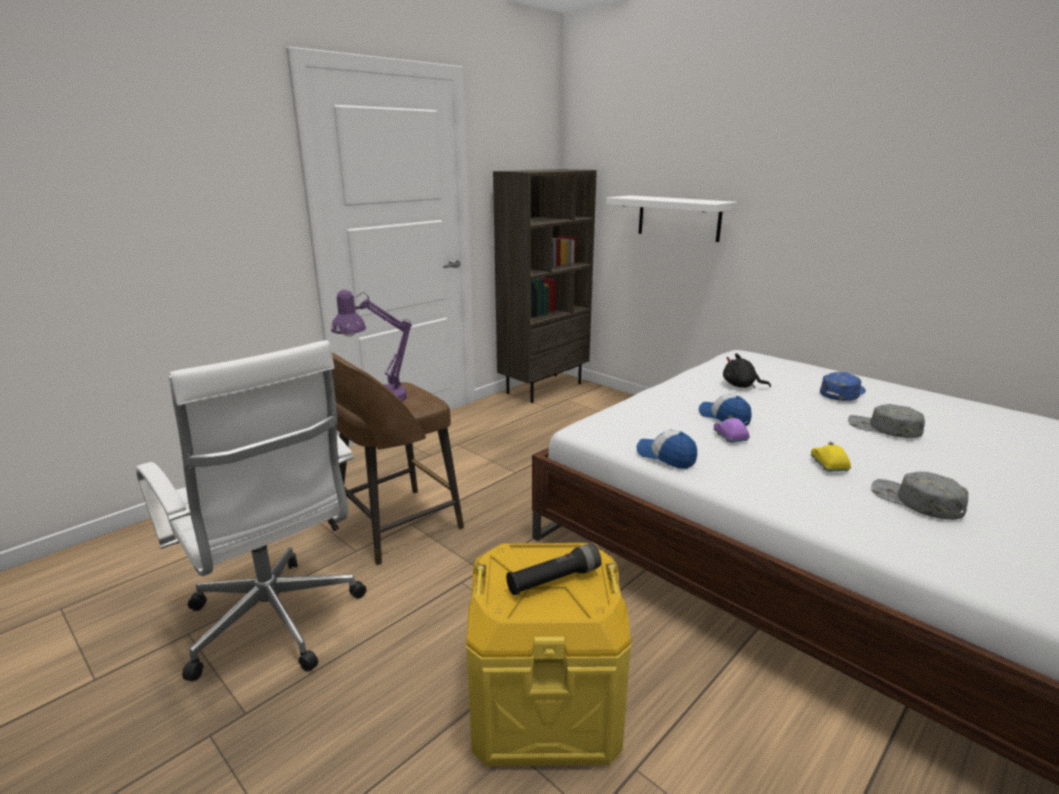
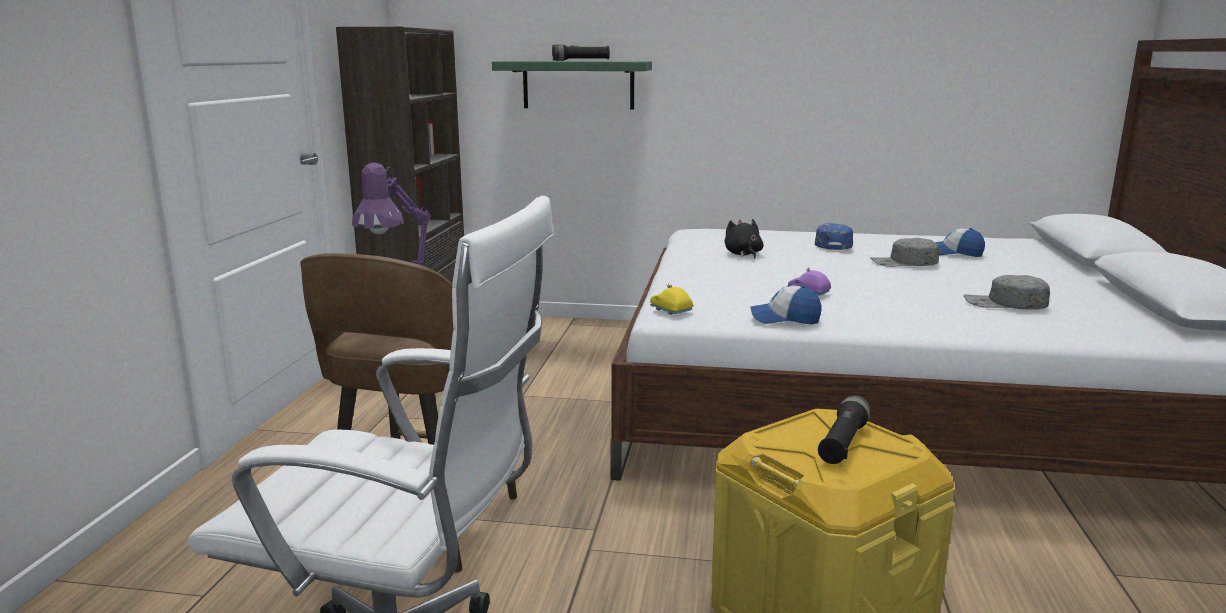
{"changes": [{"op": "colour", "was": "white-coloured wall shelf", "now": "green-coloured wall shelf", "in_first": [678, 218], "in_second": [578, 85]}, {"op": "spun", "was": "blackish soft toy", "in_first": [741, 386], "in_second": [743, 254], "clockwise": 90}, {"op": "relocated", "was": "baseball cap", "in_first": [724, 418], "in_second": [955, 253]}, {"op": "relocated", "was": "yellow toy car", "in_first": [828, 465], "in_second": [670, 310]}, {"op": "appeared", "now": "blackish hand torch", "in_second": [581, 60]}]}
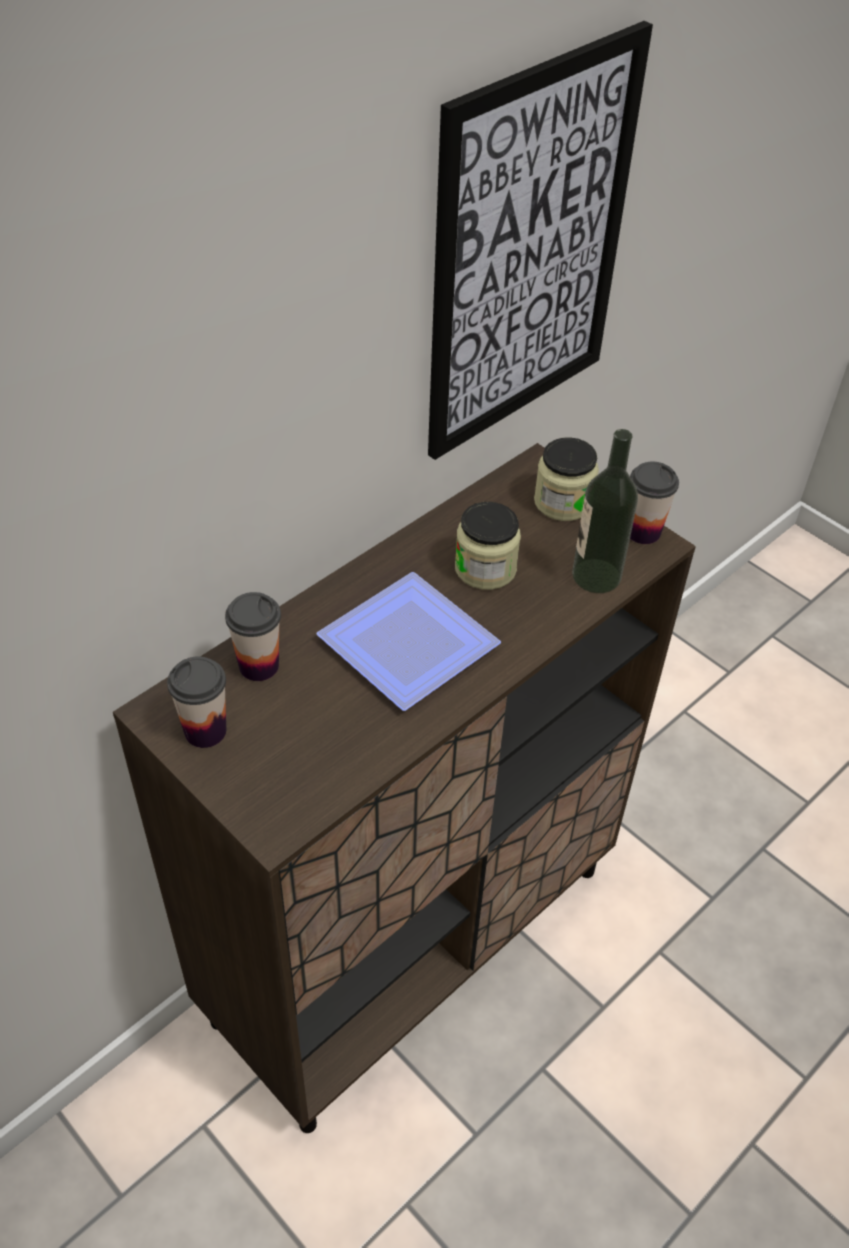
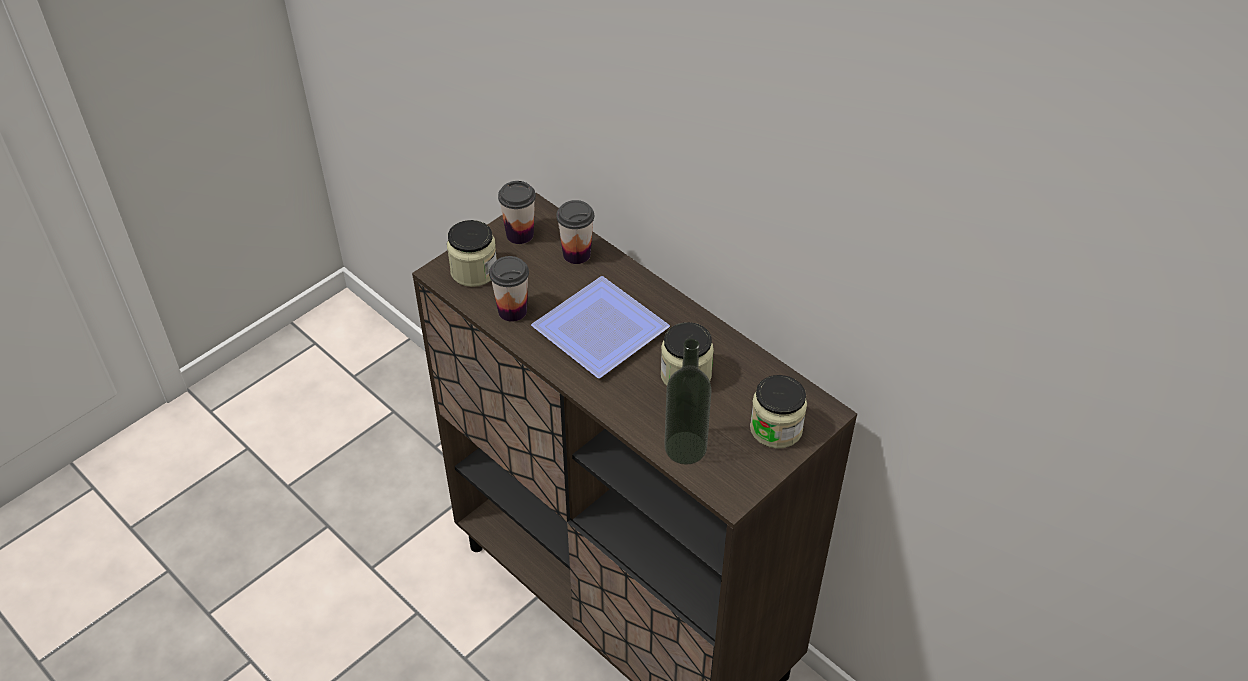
{"changes": [{"op": "missing", "was": "wall picture", "in_first": [528, 251]}, {"op": "relocated", "was": "drinking cup", "in_first": [643, 531], "in_second": [512, 311]}, {"op": "appeared", "now": "jar", "in_second": [474, 271]}]}
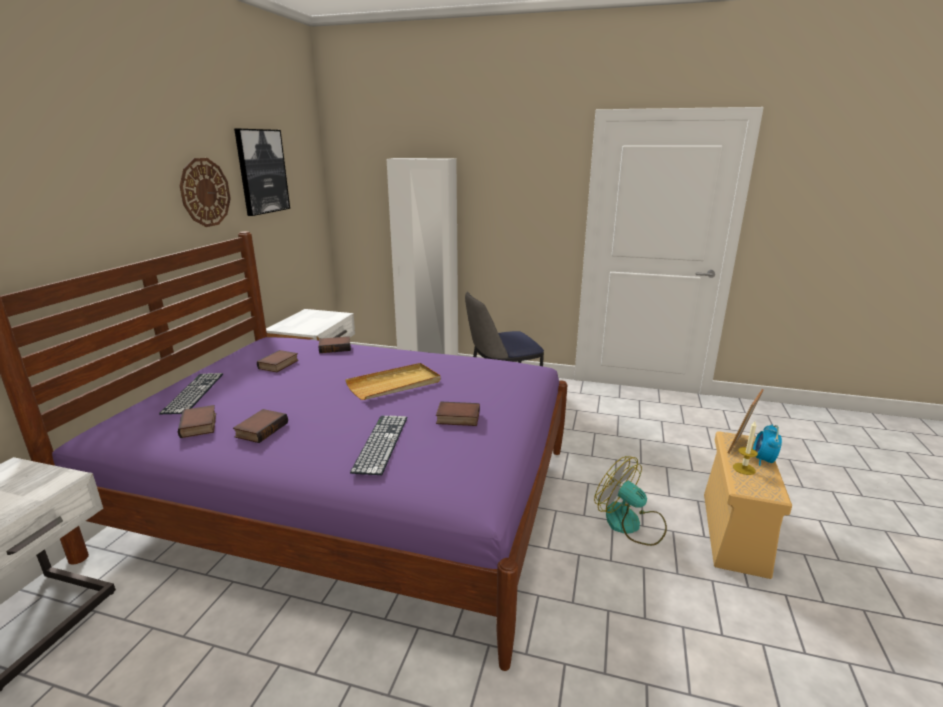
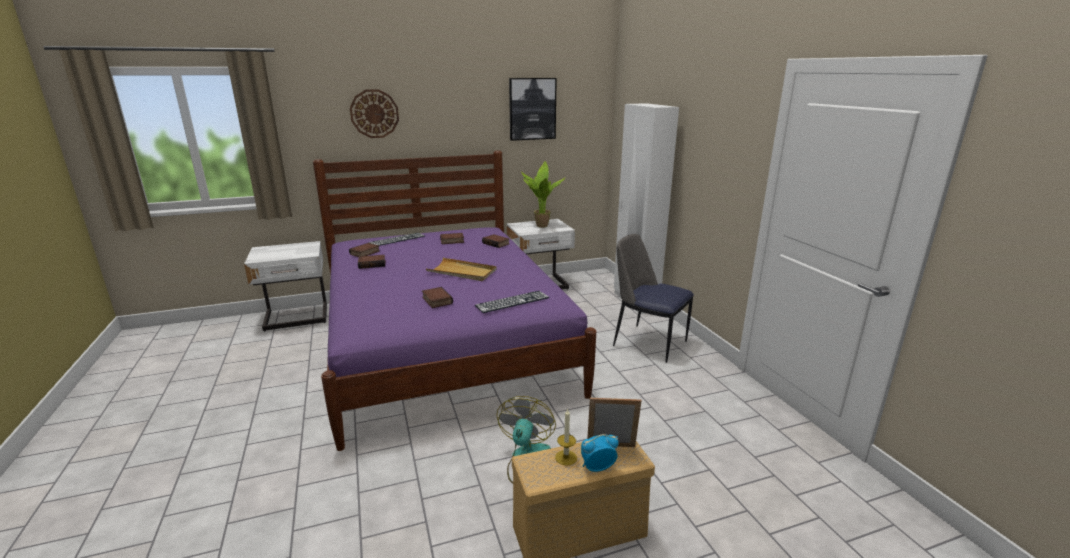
{"changes": [{"op": "relocated", "was": "clock on the wall", "in_first": [205, 192], "in_second": [374, 114]}, {"op": "relocated", "was": "keyboard", "in_first": [381, 443], "in_second": [512, 301]}, {"op": "appeared", "now": "plant in a pot", "in_second": [540, 226]}]}
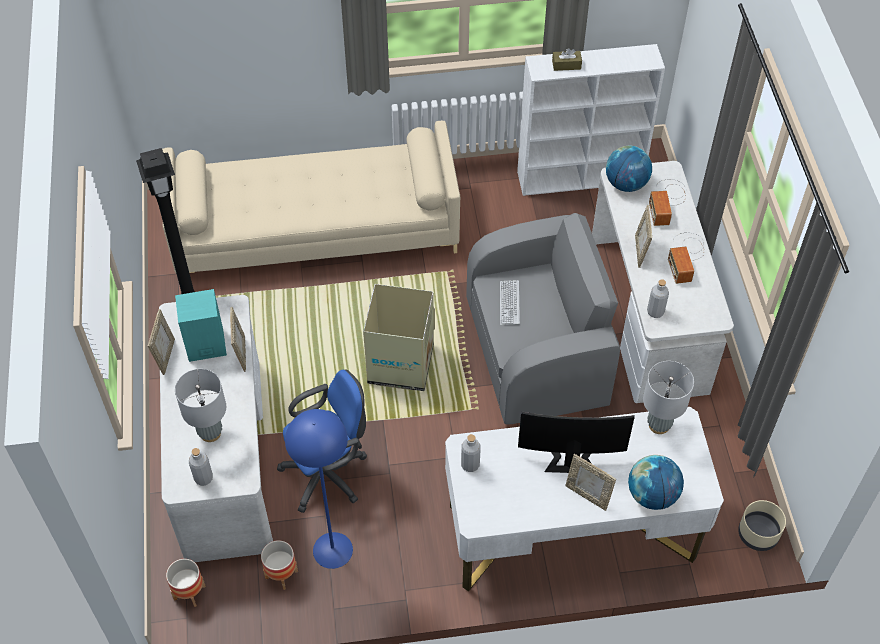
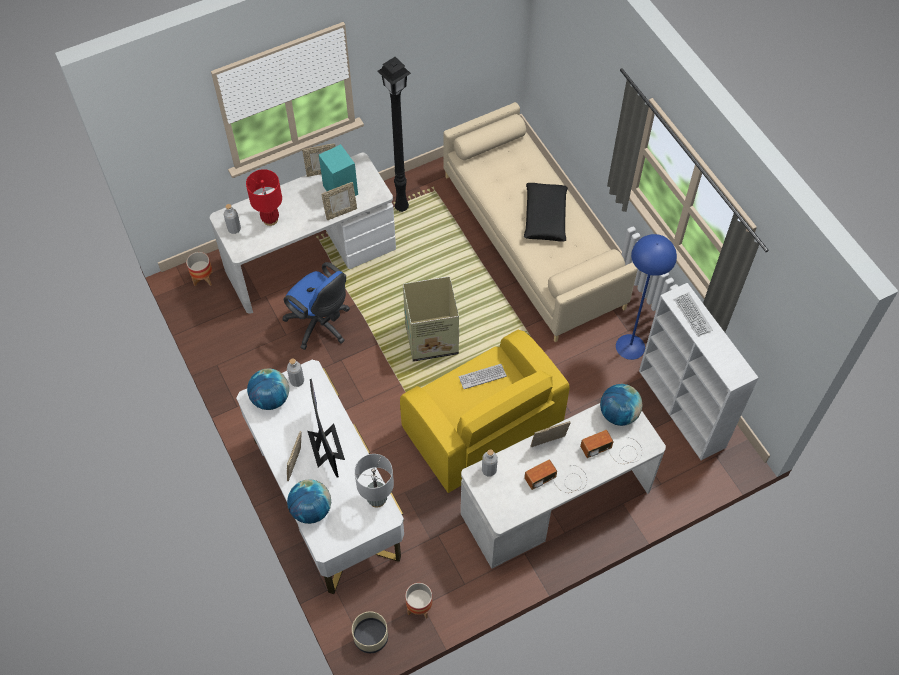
{"changes": [{"op": "exchanged", "was": "brownish tissue box", "now": "keyboard", "in_first": [566, 65], "in_second": [692, 315]}, {"op": "colour", "was": "grey armchair", "now": "yellow armchair", "in_first": [537, 352], "in_second": [481, 428]}, {"op": "colour", "was": "grey tabletop lamp", "now": "red-coloured tabletop lamp", "in_first": [210, 432], "in_second": [270, 219]}, {"op": "relocated", "was": "blue standard lamp", "in_first": [332, 550], "in_second": [630, 346]}, {"op": "relocated", "was": "planter", "in_first": [281, 574], "in_second": [419, 607]}, {"op": "appeared", "now": "blackish throw pillow", "in_second": [545, 217]}, {"op": "appeared", "now": "desk globe", "in_second": [271, 399]}]}
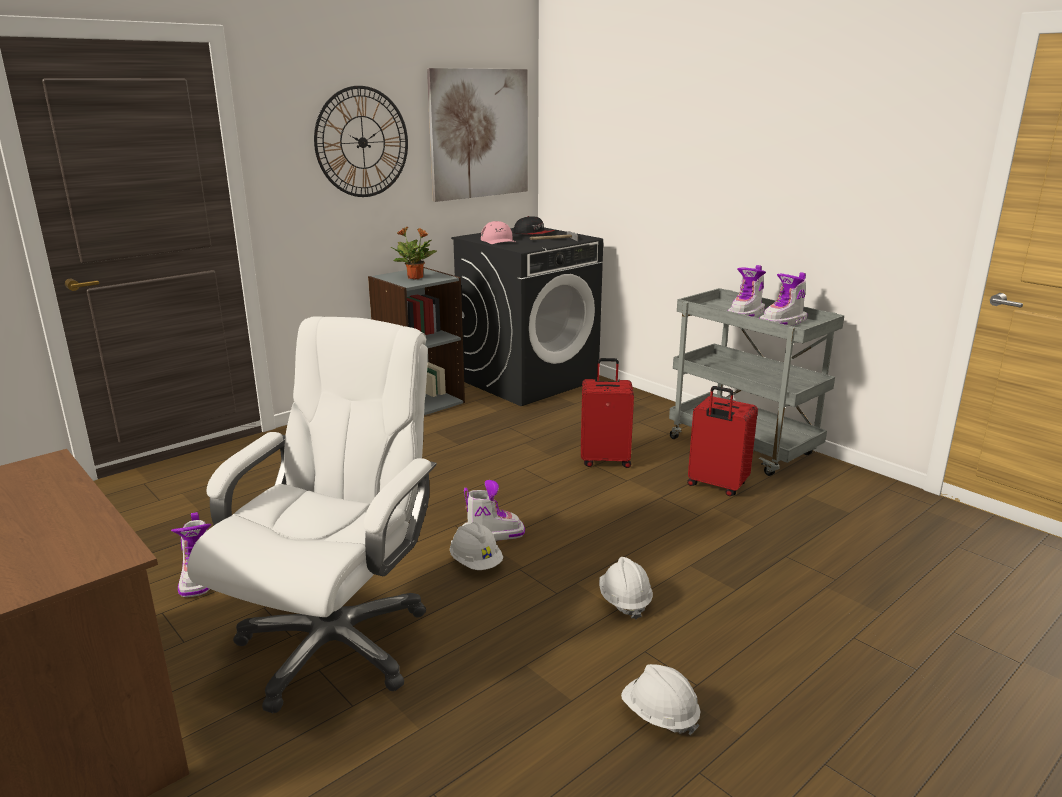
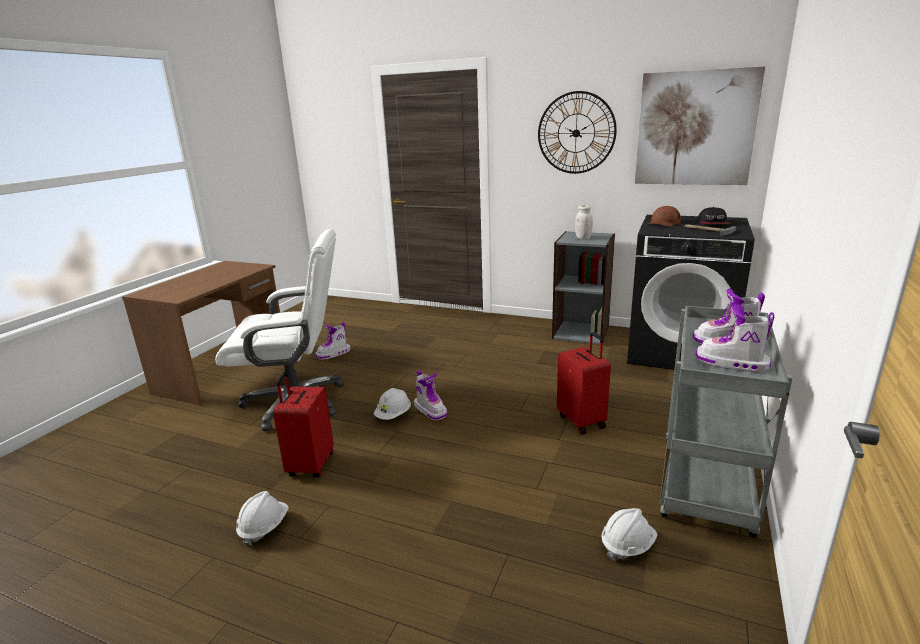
{"changes": [{"op": "colour", "was": "pinkish baseball cap", "now": "brownish baseball cap", "in_first": [498, 240], "in_second": [663, 223]}, {"op": "exchanged", "was": "plant in a pot", "now": "white-coloured jar", "in_first": [416, 278], "in_second": [583, 238]}, {"op": "relocated", "was": "red-coloured travel case", "in_first": [716, 486], "in_second": [310, 465]}, {"op": "relocated", "was": "white-coloured safety helmet", "in_first": [624, 601], "in_second": [627, 545]}]}
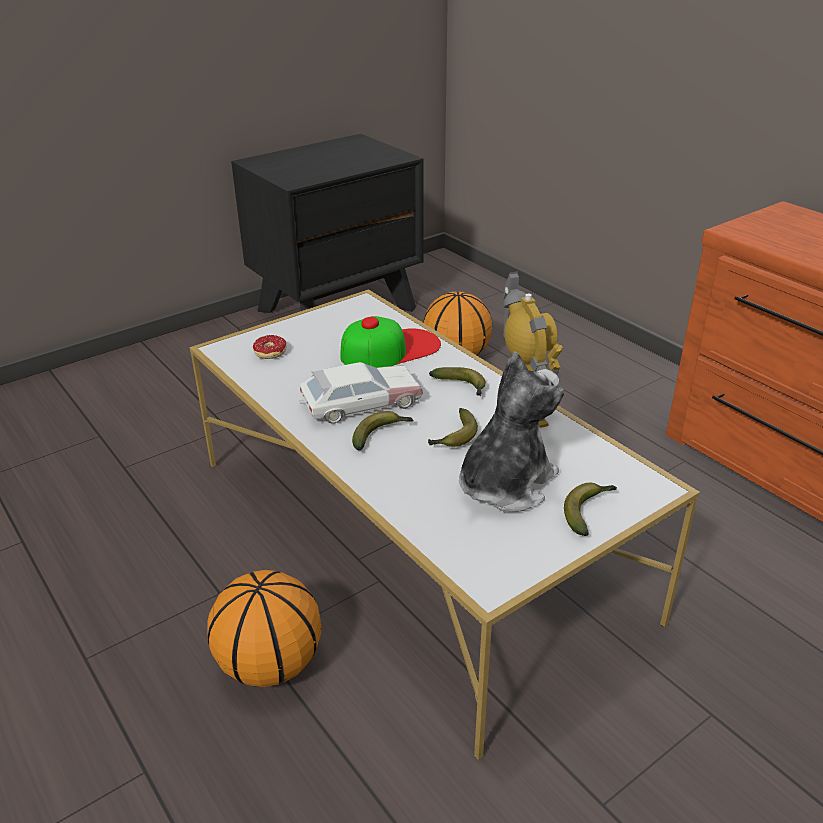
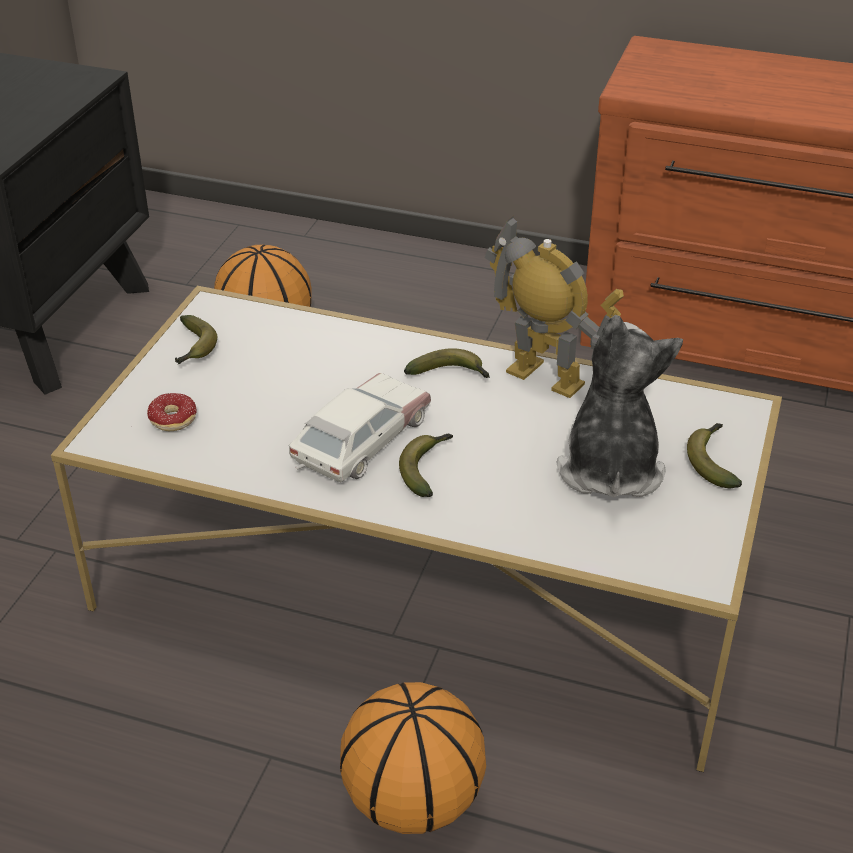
{"changes": [{"op": "missing", "was": "baseball cap", "in_first": [390, 349]}, {"op": "relocated", "was": "whole banana", "in_first": [454, 437], "in_second": [194, 348]}]}
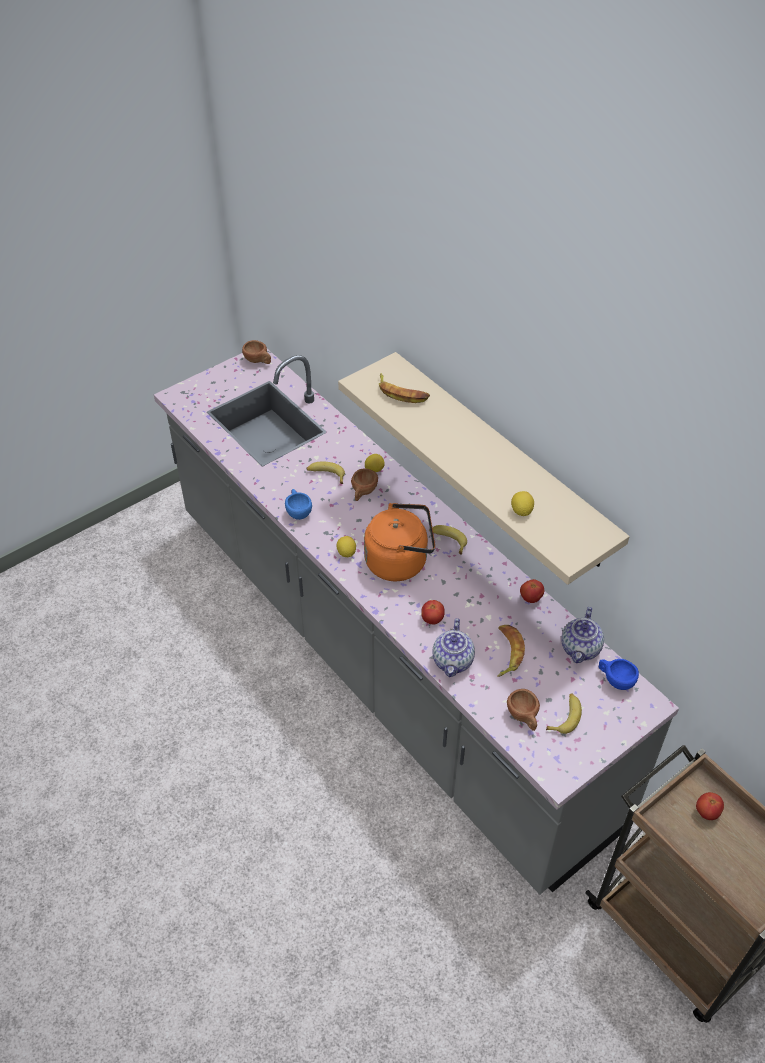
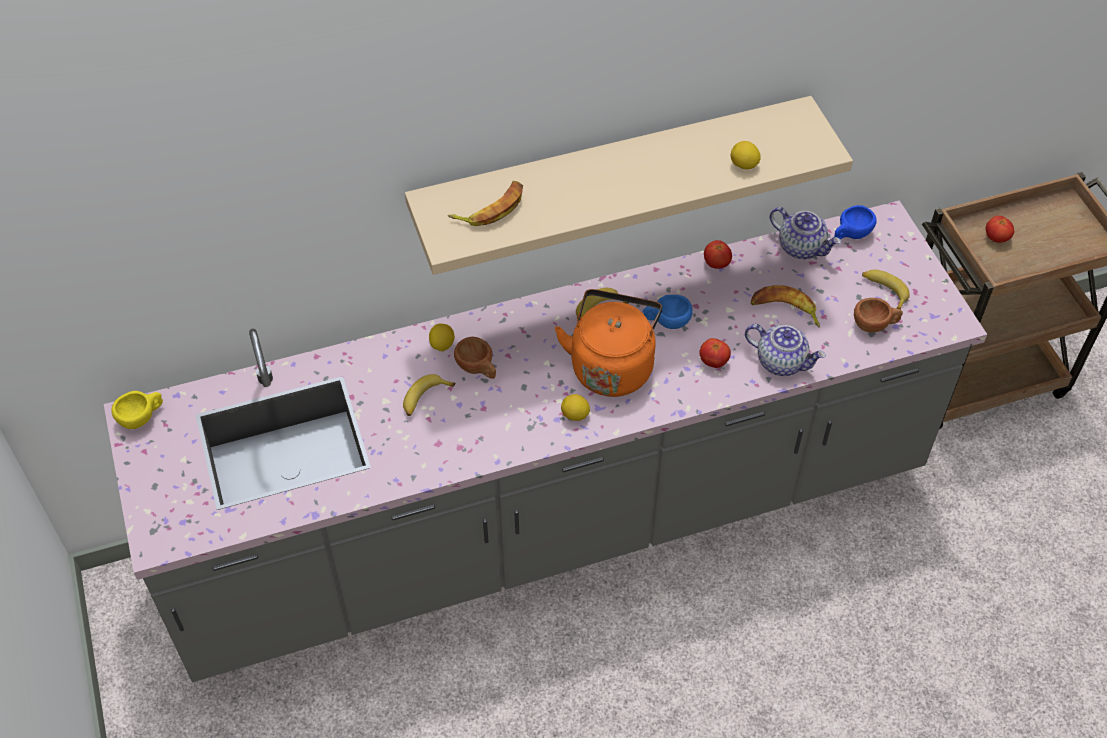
{"changes": [{"op": "colour", "was": "brownish drinking cup", "now": "yellow drinking cup", "in_first": [258, 361], "in_second": [142, 417]}, {"op": "relocated", "was": "blue drinking cup", "in_first": [298, 511], "in_second": [666, 322]}]}
